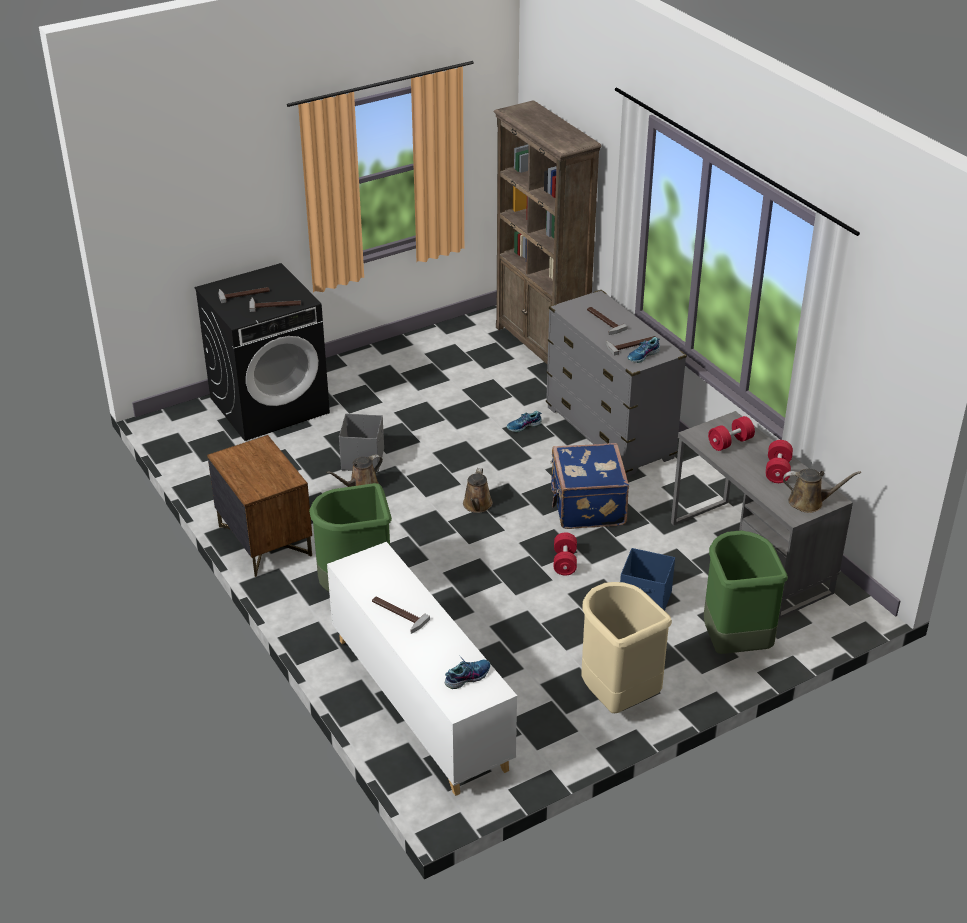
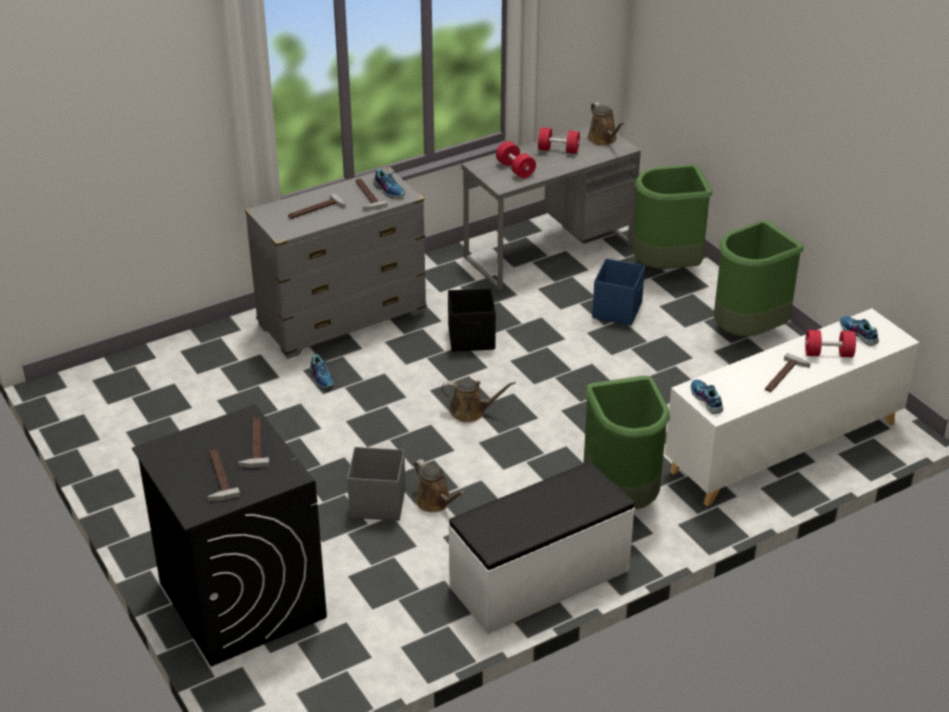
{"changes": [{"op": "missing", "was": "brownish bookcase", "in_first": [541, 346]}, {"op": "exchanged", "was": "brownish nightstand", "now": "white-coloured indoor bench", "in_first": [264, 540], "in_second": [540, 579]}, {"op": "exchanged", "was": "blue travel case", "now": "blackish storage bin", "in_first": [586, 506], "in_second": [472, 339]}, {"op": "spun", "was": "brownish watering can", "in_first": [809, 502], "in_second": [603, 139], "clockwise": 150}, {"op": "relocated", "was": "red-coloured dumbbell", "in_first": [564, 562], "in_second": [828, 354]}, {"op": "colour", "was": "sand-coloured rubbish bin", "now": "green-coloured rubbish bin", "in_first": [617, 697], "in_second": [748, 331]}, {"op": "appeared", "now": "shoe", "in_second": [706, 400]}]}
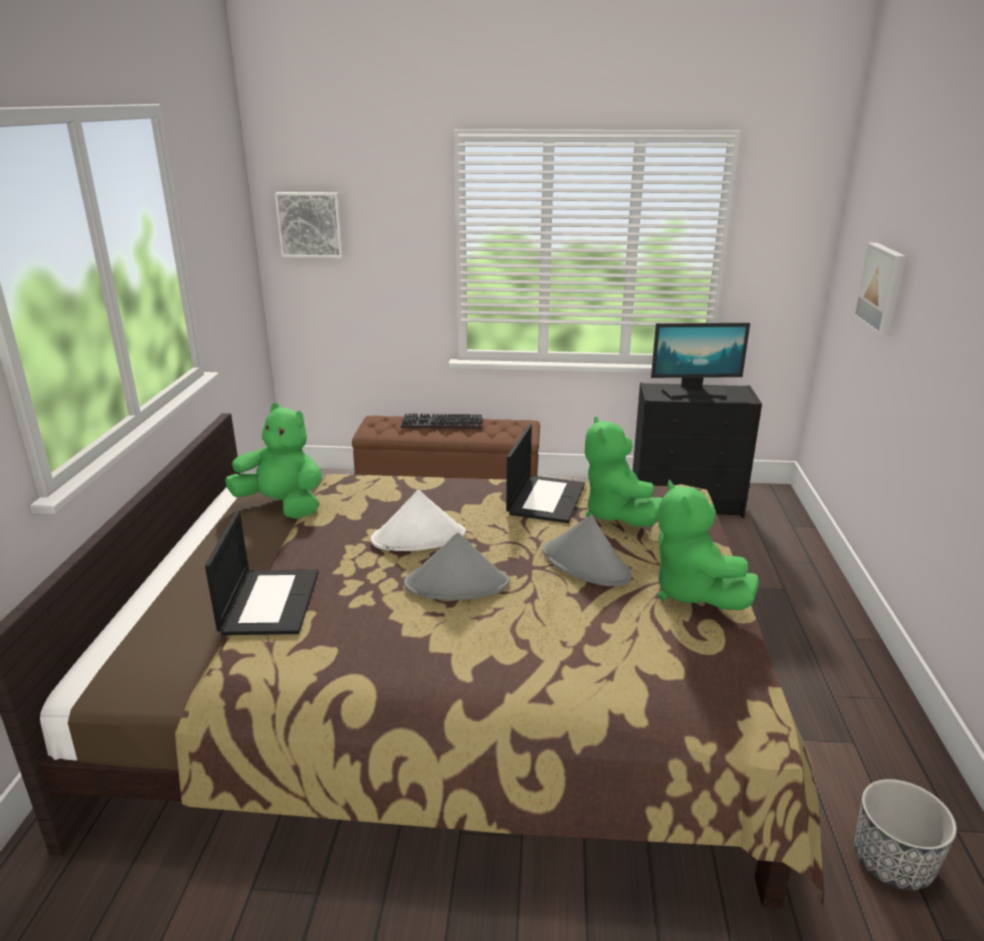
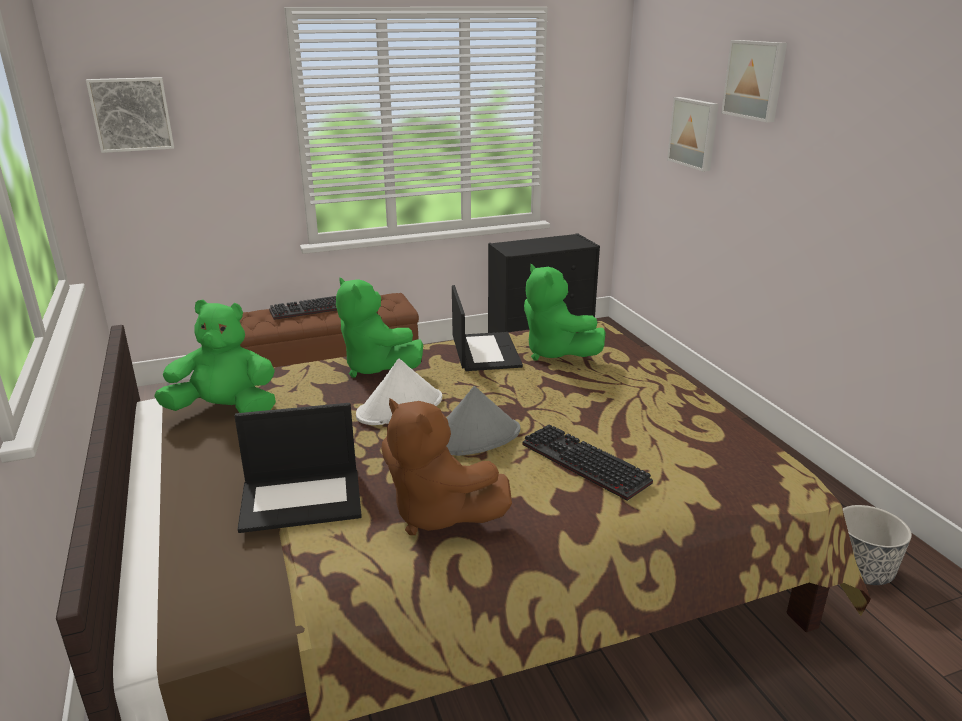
{"changes": [{"op": "missing", "was": "computer screen", "in_first": [694, 393]}, {"op": "relocated", "was": "green-coloured soft toy", "in_first": [692, 592], "in_second": [376, 368]}, {"op": "spun", "was": "notebook computer", "in_first": [269, 601], "in_second": [303, 499], "clockwise": 105}, {"op": "missing", "was": "grey clothing hat", "in_first": [586, 564]}, {"op": "appeared", "now": "wall picture", "in_second": [755, 80]}, {"op": "appeared", "now": "brownish soft toy", "in_second": [437, 514]}, {"op": "appeared", "now": "keyboard", "in_second": [581, 463]}]}
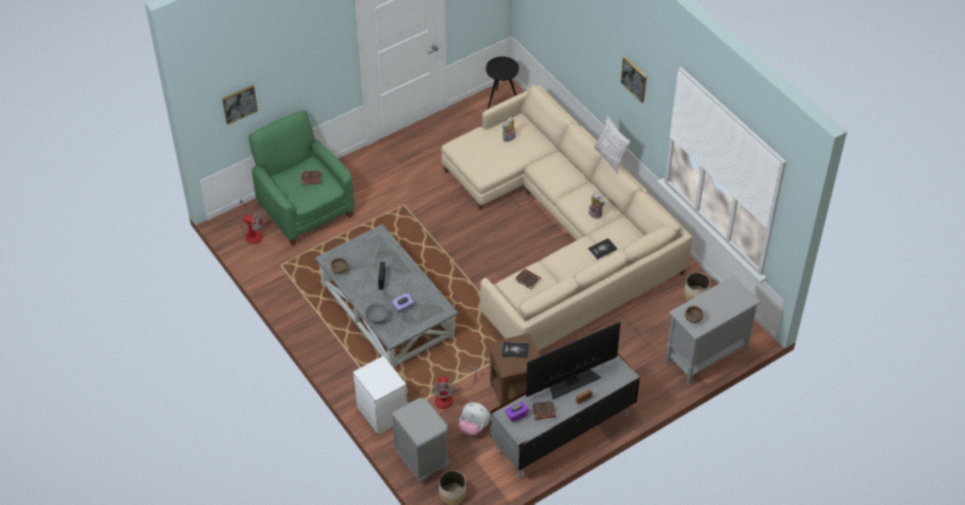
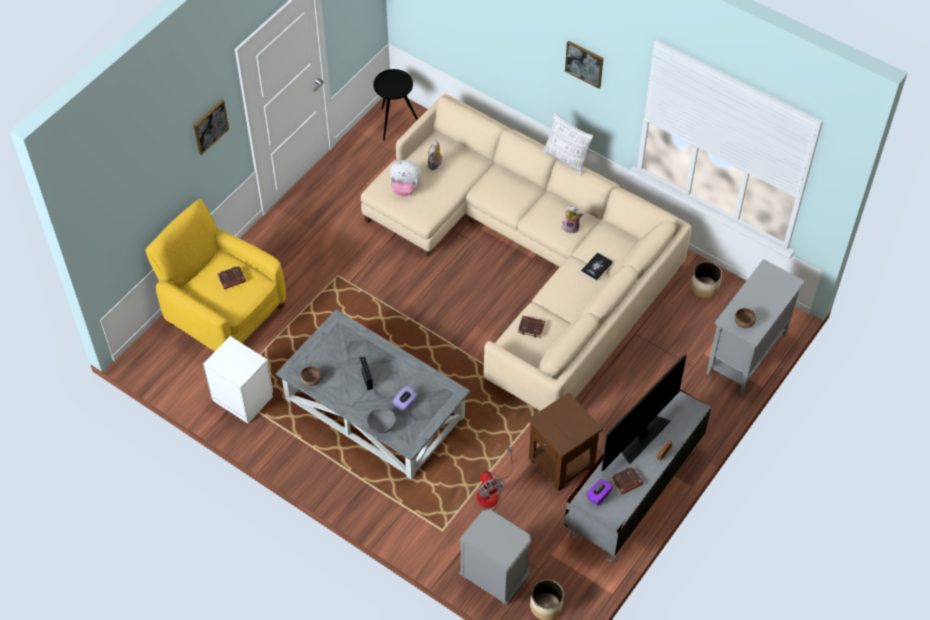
{"changes": [{"op": "relocated", "was": "wall picture", "in_first": [239, 104], "in_second": [210, 126]}, {"op": "colour", "was": "green-coloured armchair", "now": "yellow armchair", "in_first": [304, 208], "in_second": [224, 313]}, {"op": "missing", "was": "fan", "in_first": [252, 232]}, {"op": "missing", "was": "book", "in_first": [515, 350]}, {"op": "relocated", "was": "white-coloured nightstand", "in_first": [382, 411], "in_second": [242, 397]}, {"op": "relocated", "was": "soft toy", "in_first": [474, 427], "in_second": [405, 188]}]}
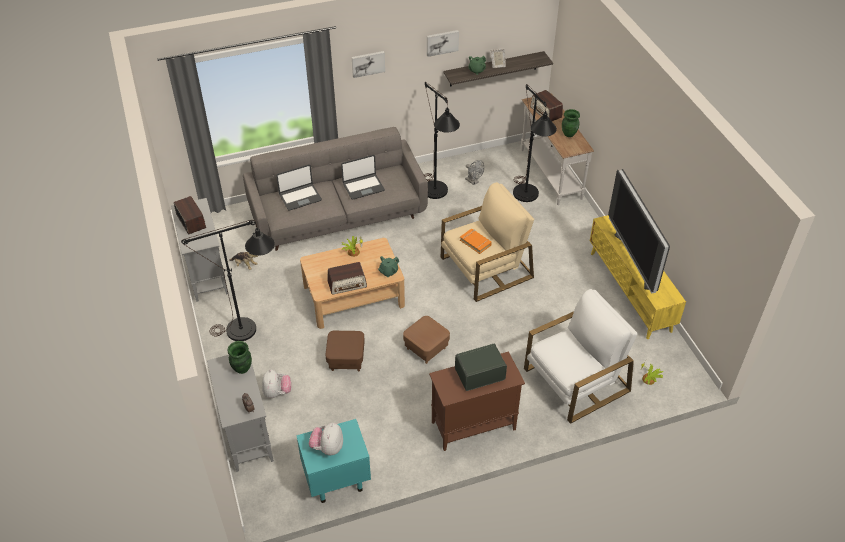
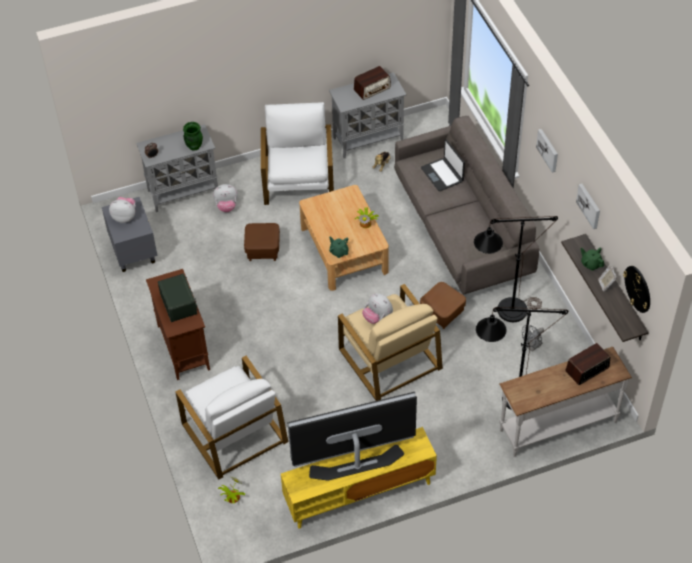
{"changes": [{"op": "missing", "was": "green-coloured flower vase", "in_first": [569, 134]}, {"op": "missing", "was": "notebook computer", "in_first": [363, 187]}, {"op": "exchanged", "was": "blackish standard lamp", "now": "white-coloured armchair", "in_first": [250, 330], "in_second": [299, 179]}, {"op": "exchanged", "was": "orange-coloured book", "now": "soft toy", "in_first": [475, 242], "in_second": [377, 317]}, {"op": "missing", "was": "radio receiver", "in_first": [347, 284]}, {"op": "relocated", "was": "brownish pouffe", "in_first": [426, 348], "in_second": [442, 314]}, {"op": "colour", "was": "turquoise-coloured nightstand", "now": "grey nightstand", "in_first": [336, 480], "in_second": [134, 253]}, {"op": "appeared", "now": "clock on the wall", "in_second": [638, 289]}]}
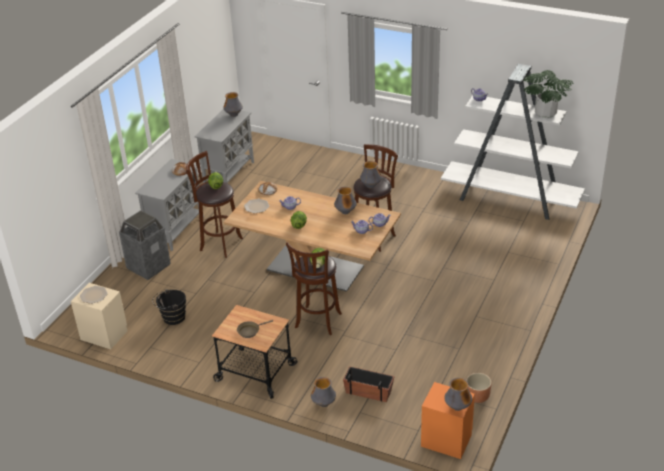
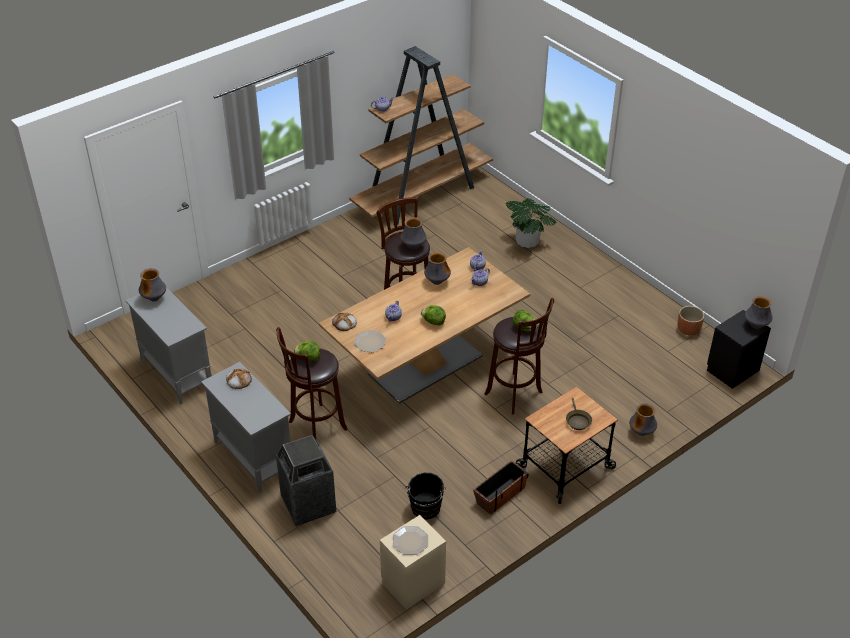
{"changes": [{"op": "colour", "was": "white-coloured bookcase", "now": "brownish bookcase", "in_first": [511, 199], "in_second": [422, 195]}, {"op": "relocated", "was": "plant in a pot", "in_first": [545, 113], "in_second": [527, 242]}, {"op": "relocated", "was": "planter", "in_first": [368, 391], "in_second": [500, 495]}, {"op": "colour", "was": "orange-coloured nightstand", "now": "blackish nightstand", "in_first": [446, 440], "in_second": [732, 370]}]}
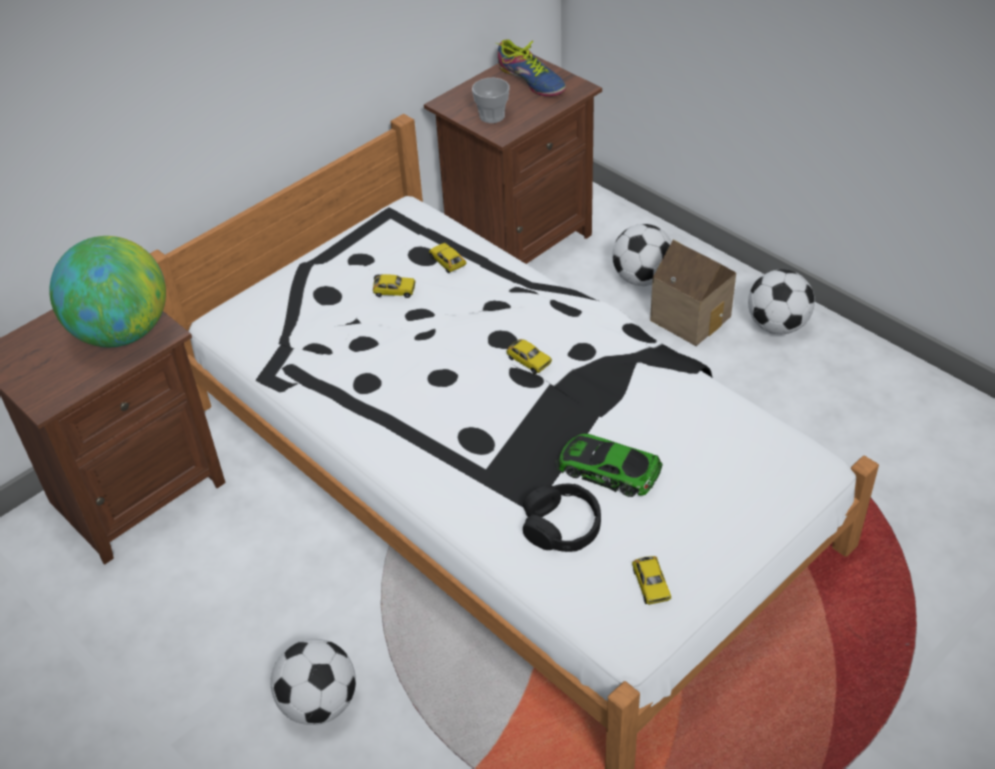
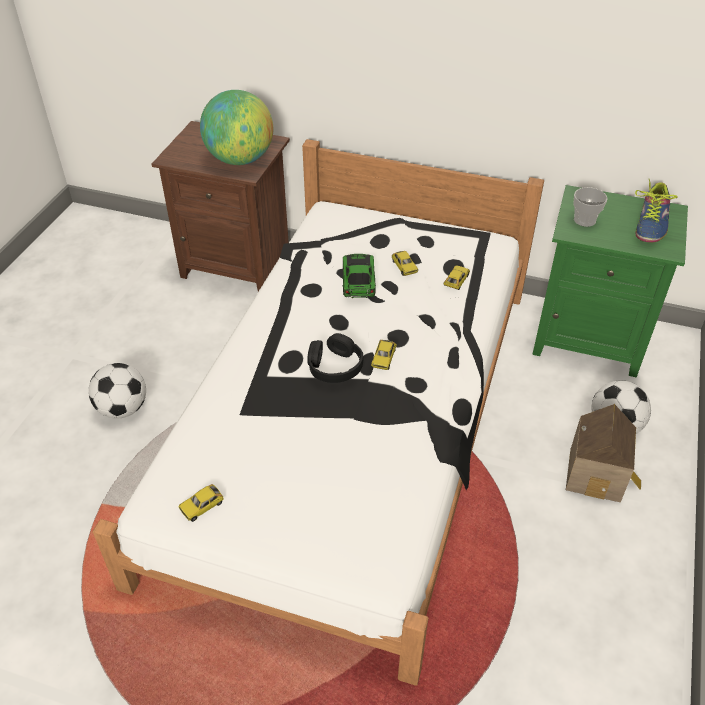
{"changes": [{"op": "colour", "was": "brownish nightstand", "now": "green-coloured nightstand", "in_first": [517, 241], "in_second": [588, 338]}, {"op": "missing", "was": "football", "in_first": [777, 325]}, {"op": "relocated", "was": "toy car", "in_first": [607, 470], "in_second": [358, 279]}, {"op": "relocated", "was": "blackish pair of headphones", "in_first": [561, 526], "in_second": [334, 366]}]}
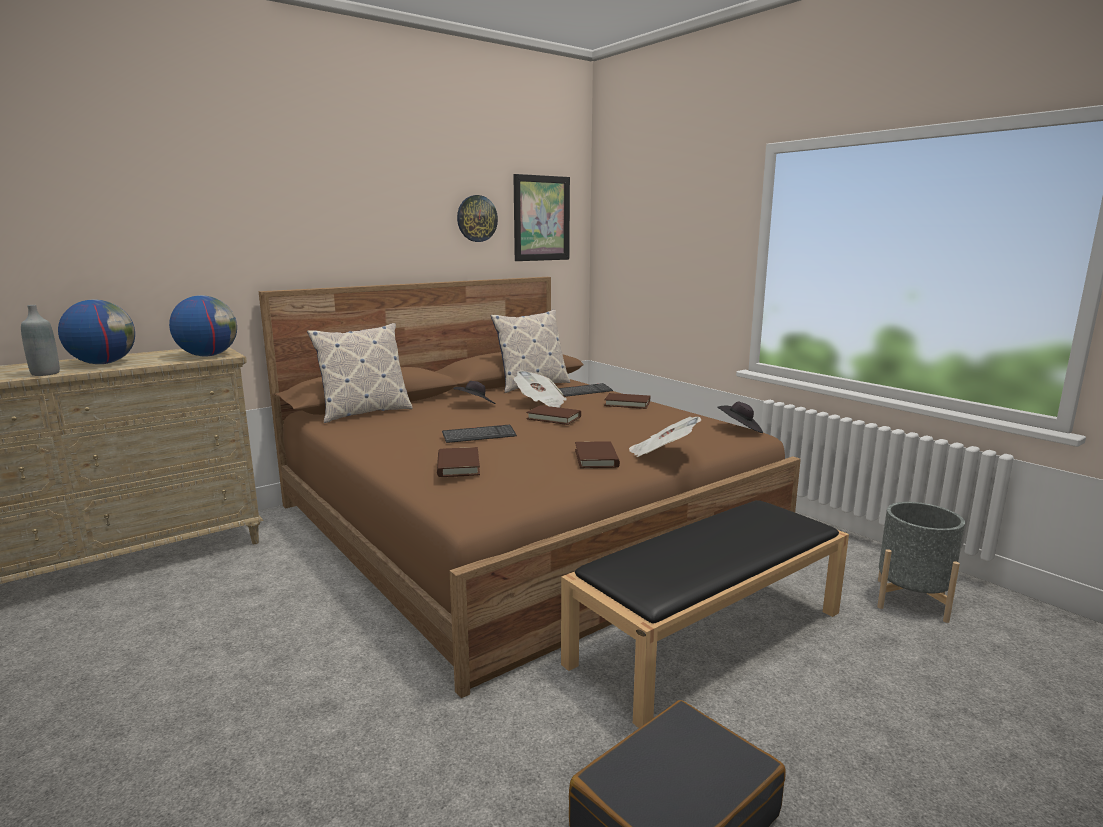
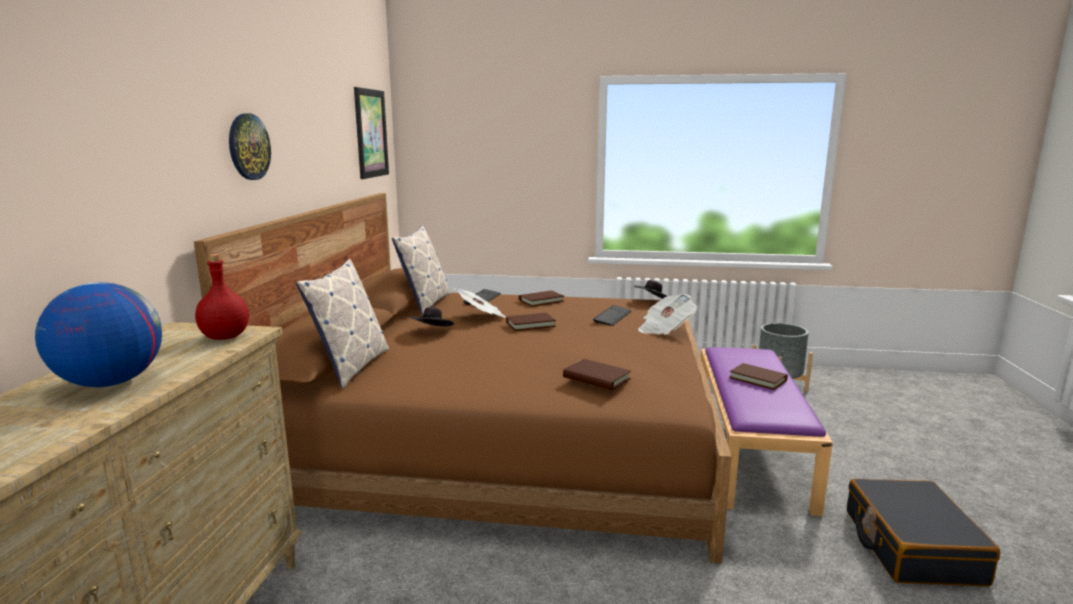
{"changes": [{"op": "relocated", "was": "clock on the wall", "in_first": [476, 218], "in_second": [248, 147]}, {"op": "exchanged", "was": "desk globe", "now": "red-coloured beverage bottle", "in_first": [208, 355], "in_second": [225, 337]}, {"op": "missing", "was": "grey beverage bottle", "in_first": [45, 373]}, {"op": "relocated", "was": "keyboard", "in_first": [479, 435], "in_second": [612, 317]}, {"op": "relocated", "was": "brownish book", "in_first": [596, 458], "in_second": [758, 379]}, {"op": "colour", "was": "blackish indoor bench", "now": "purple indoor bench", "in_first": [708, 636], "in_second": [748, 449]}]}
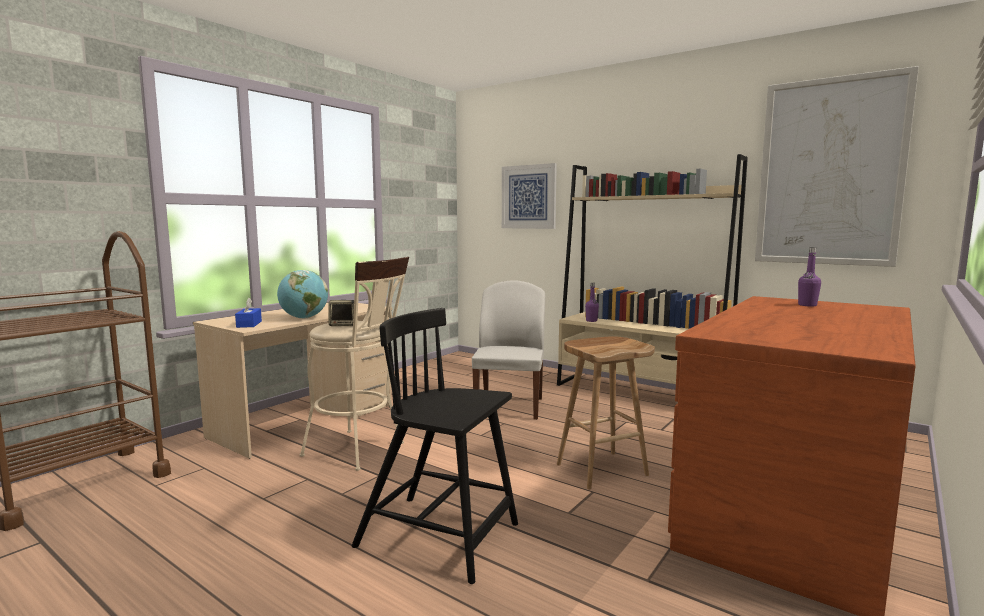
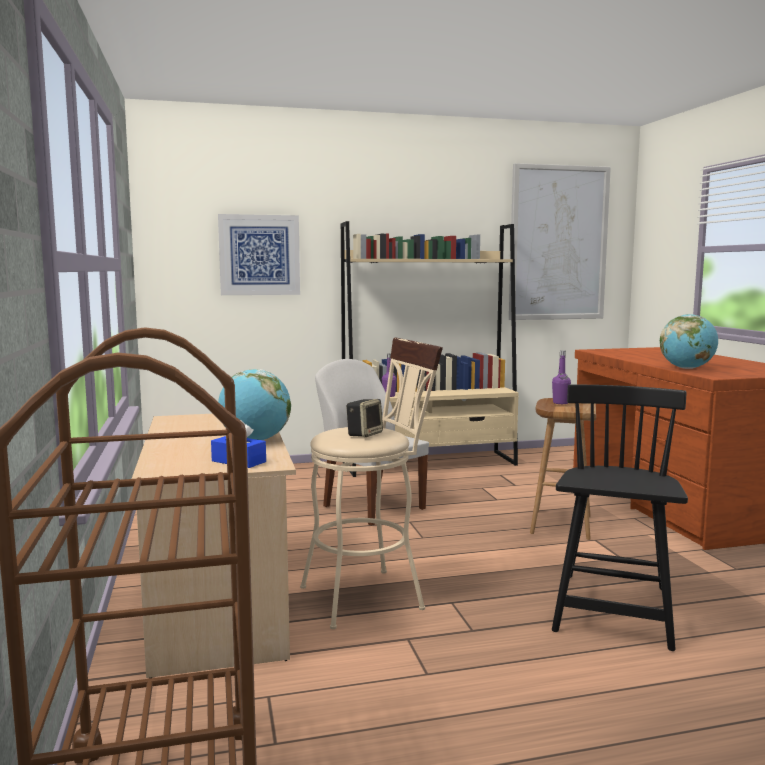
{"changes": [{"op": "relocated", "was": "purple beverage bottle", "in_first": [807, 305], "in_second": [560, 403]}, {"op": "spun", "was": "blackish chair", "in_first": [440, 536], "in_second": [613, 611], "clockwise": 135}, {"op": "appeared", "now": "desk globe", "in_second": [687, 368]}]}
